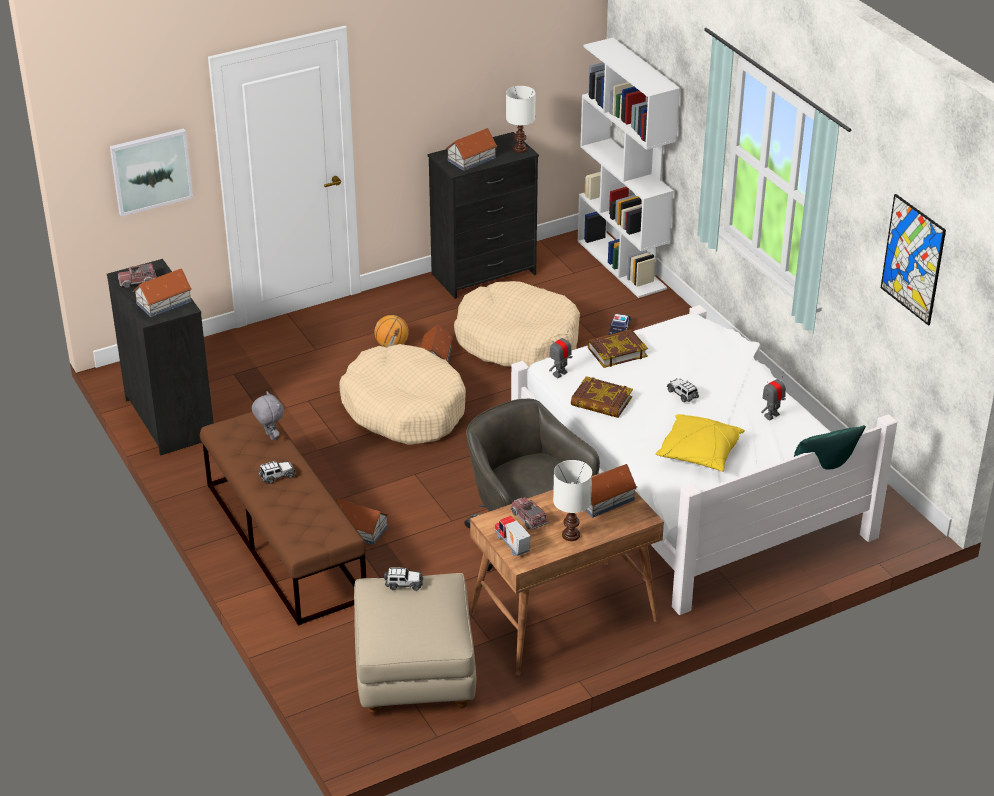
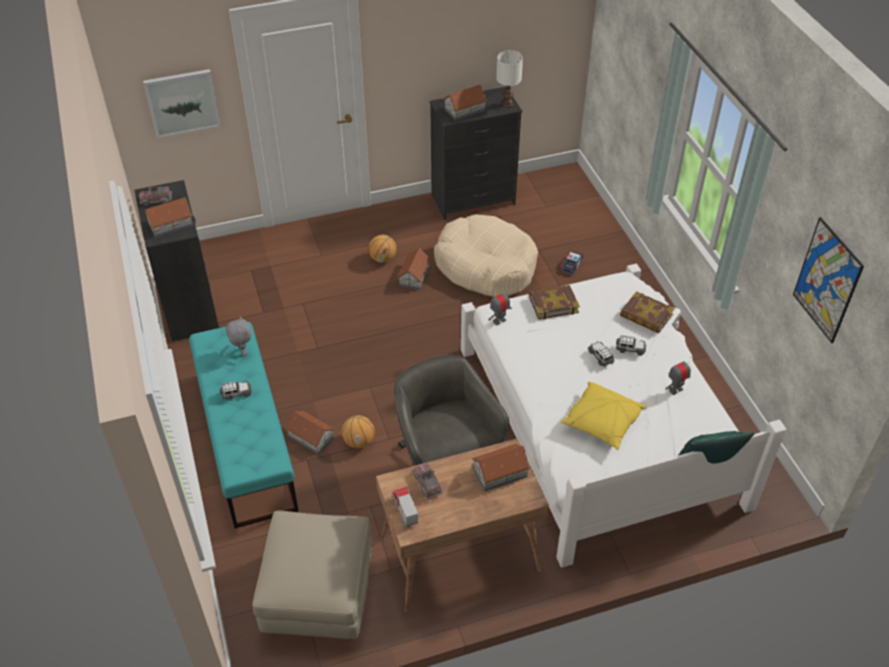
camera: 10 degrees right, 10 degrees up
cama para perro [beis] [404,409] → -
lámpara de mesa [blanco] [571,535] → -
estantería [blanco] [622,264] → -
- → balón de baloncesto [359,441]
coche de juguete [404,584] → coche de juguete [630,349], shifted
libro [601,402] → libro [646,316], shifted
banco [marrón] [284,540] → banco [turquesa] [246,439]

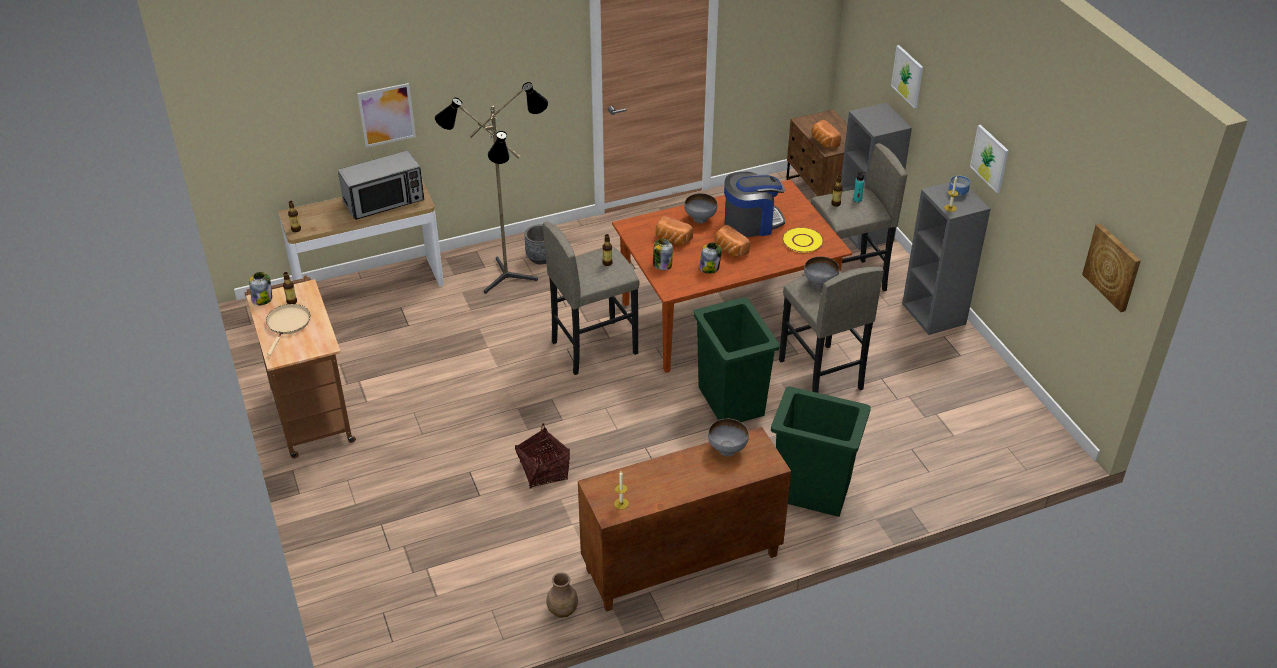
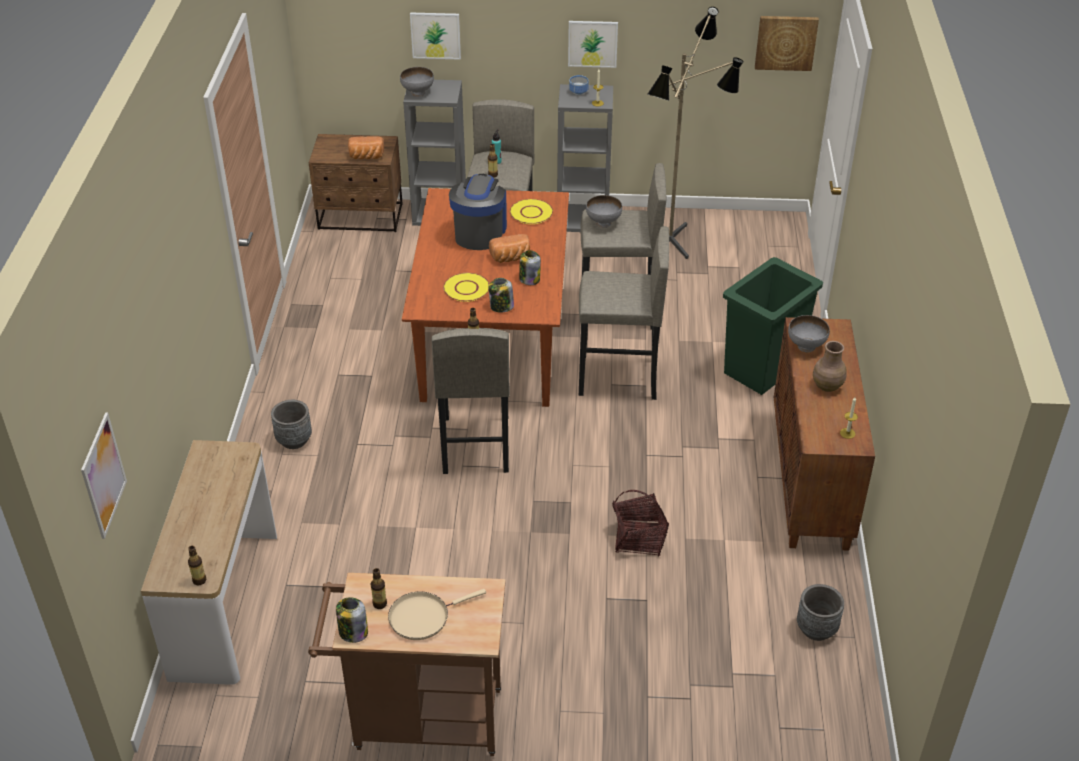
camera: 65 degrees left, 0 degrees up
microondas [384,201] → -
- → maceta [gris] [816,629]
cuadro [386,115] → cuadro [103,475], shifted
lámpara de pie [506,282] → lámpara de pie [676,243], shifted
florero [marrón] [563,610] → florero [marrón] [827,386], shifted
cuenco [gris] [700,219] → cuenco [gris] [418,93], shifted
pan [672,240] → plato [amarillo] [466,288]
papelera [verde] [730,402] → taburete [gris] [618,378]
sartén [beis] [288,324] → sartén [beis] [423,617], 60 degrees counterclockwise

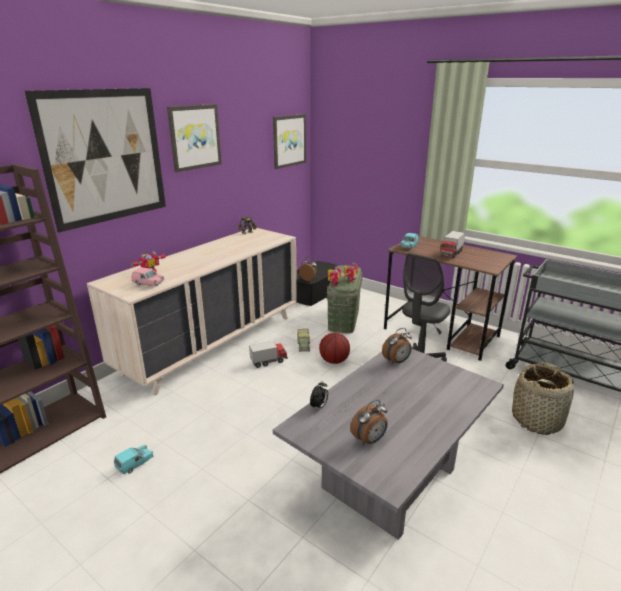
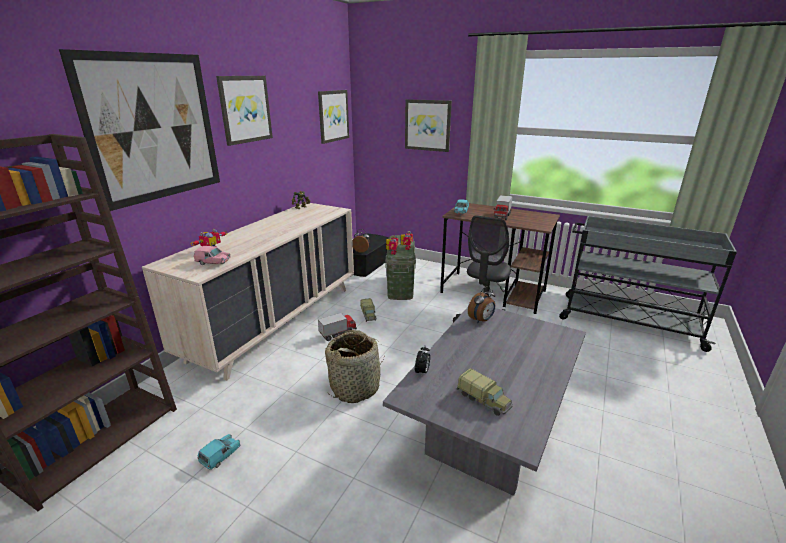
camera: 10 degrees left, 0 degrees up
balón de baloncesto [334,361] → -
- → cuadro [427,125]
cesta [537,419] → cesta [355,387], shifted
despertador [369,440] → camión de juguete [484,400]

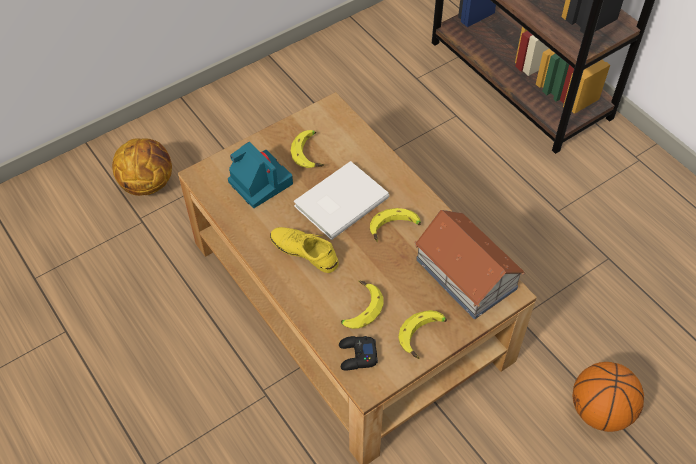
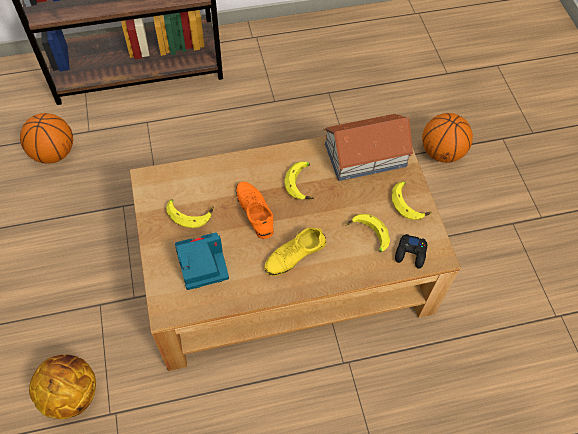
camera: 70 degrees left, 5 degrees up
- → balón de baloncesto [54,153]
libro [blanco] [339,201] → zapato [naranja] [255,211]

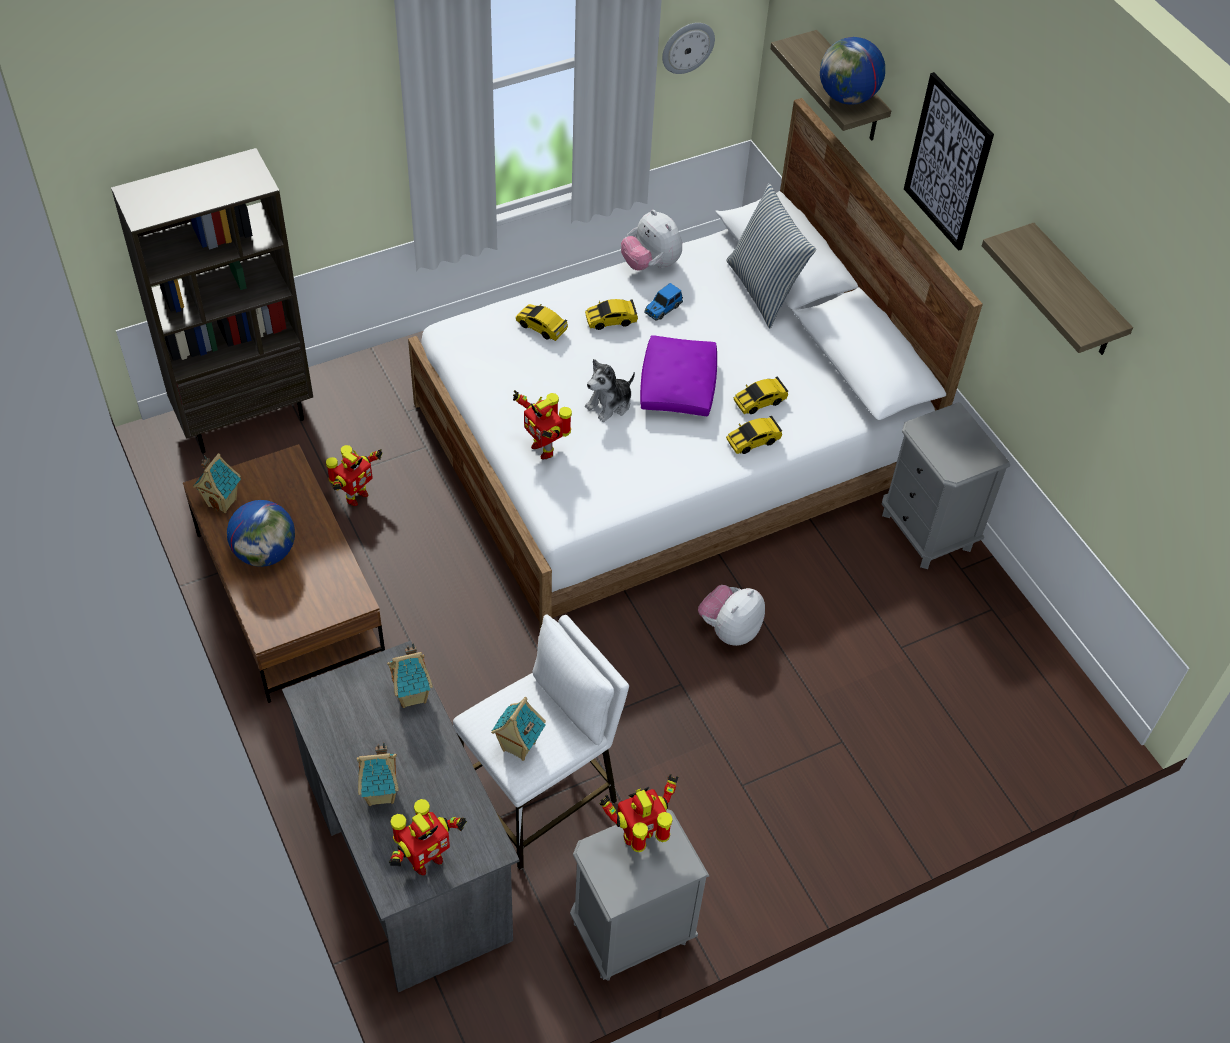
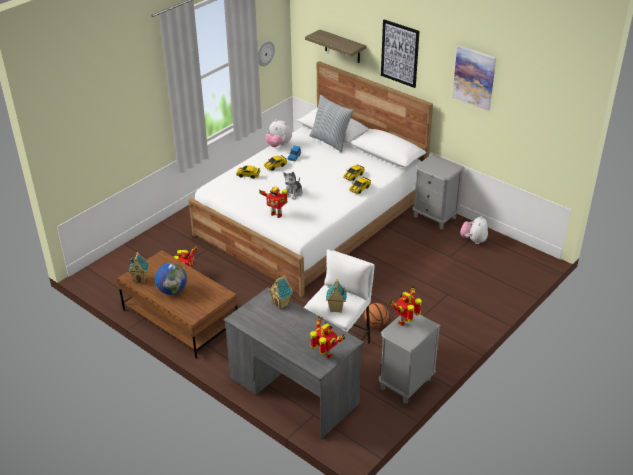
camera: 20 degrees left, 15 degrees down
estantería [marrón] [246,417] → -
casita [381,794] → -
cojín [morado] [678,387] → -
globo terráqueo [847,97] → -
- → balón de baloncesto [375,324]
peluche [729,629] → peluche [473,240], shifted
estante [1074,294] → cuadro [474,77]
robot de juguete [425,860] → robot de juguete [325,354], 75 degrees counterclockwise

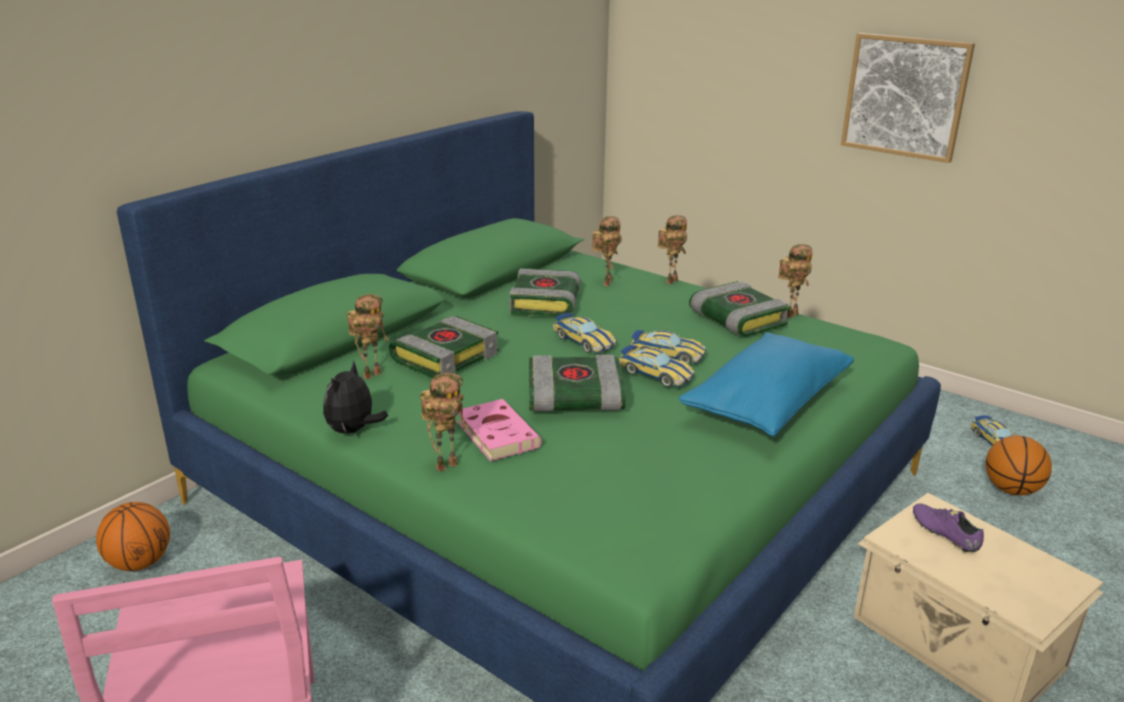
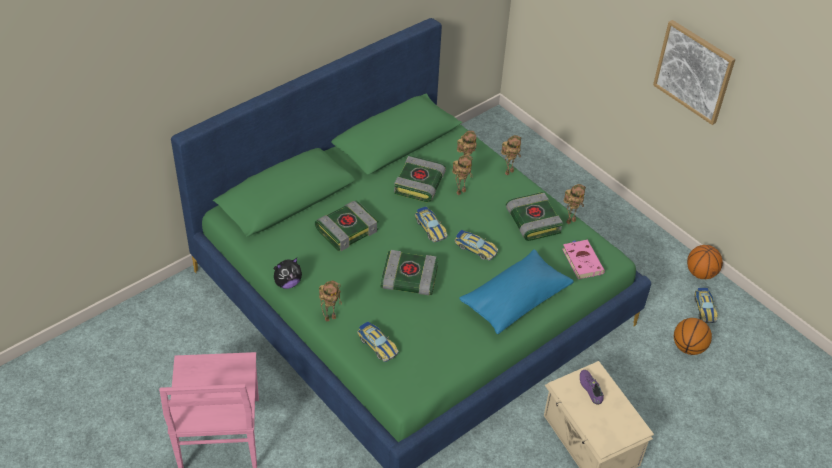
camera: 10 degrees right, 20 degrees up
balón de baloncesto [140,563] → balón de baloncesto [700,273], shifted
robot de juguete [372,374] → robot de juguete [461,191], shifted
libro [rosa] [495,433] → libro [rosa] [581,260], shifted
coche de juguete [655,373] → coche de juguete [377,345], shifted
peluche [353,431] → peluche [287,283], 150 degrees counterclockwise

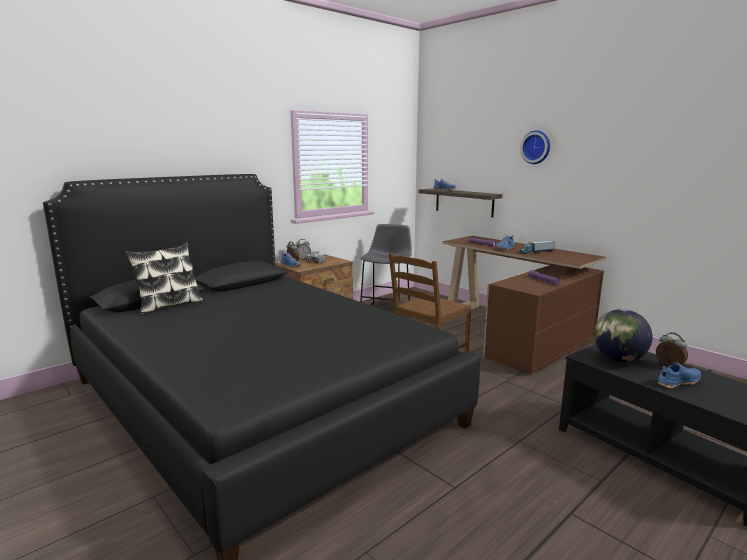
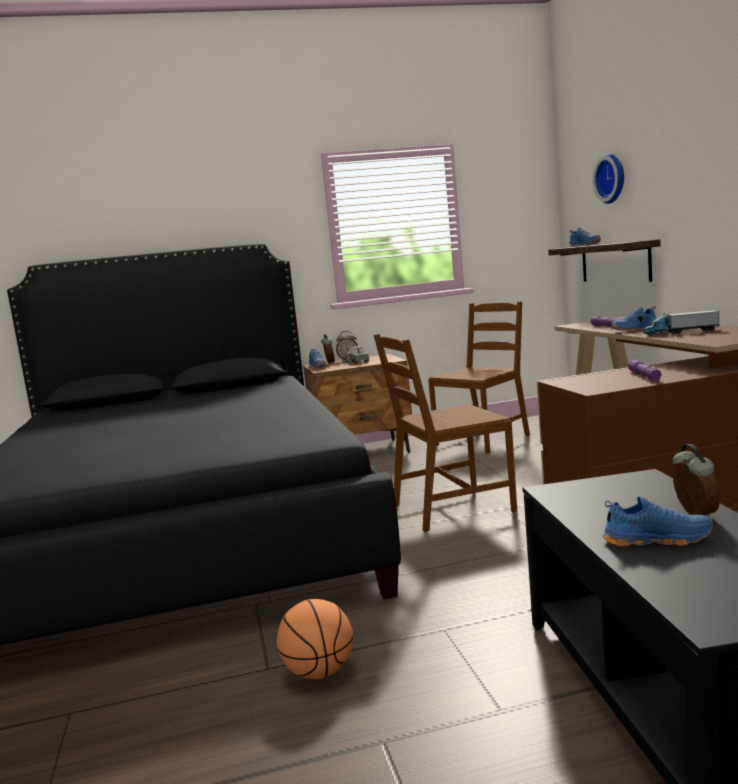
camera: 30 degrees right, 5 degrees down
cojín [168,305] → -
globo terráqueo [618,360] → -
- → balón de baloncesto [319,673]
reloj de pared [536,147] → reloj de pared [612,178], shifted
taburete [gris] [386,310] → silla [marrón] [483,440]

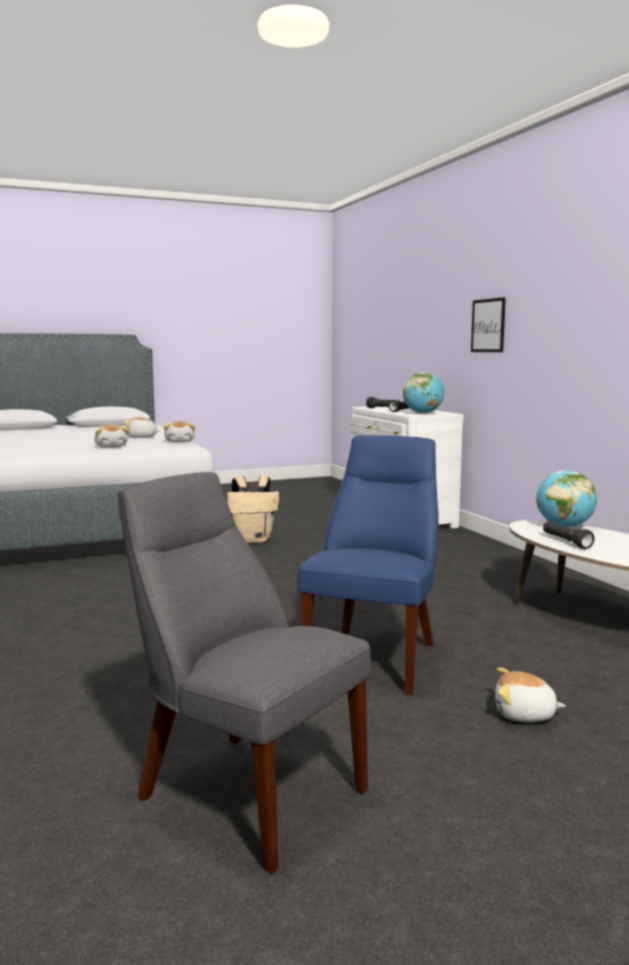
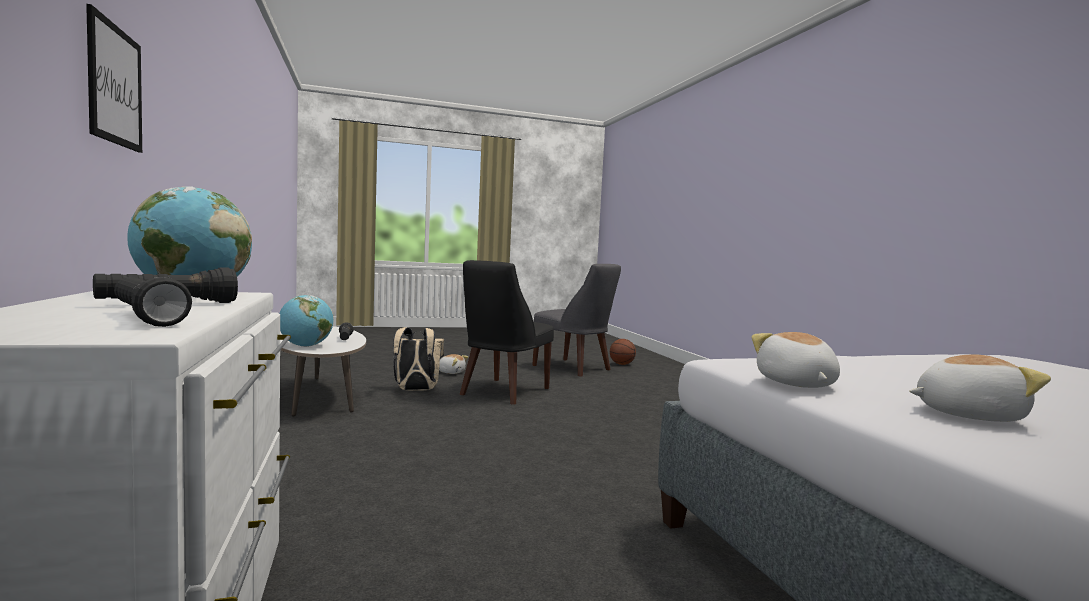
camera: 175 degrees left, 5 degrees down
peluche [111,446] → -
- → balón de baloncesto [621,364]
mochila [beis] [252,540] → mochila [beis] [416,390], shifted
silla [azul] [375,657] → silla [negro] [502,392]

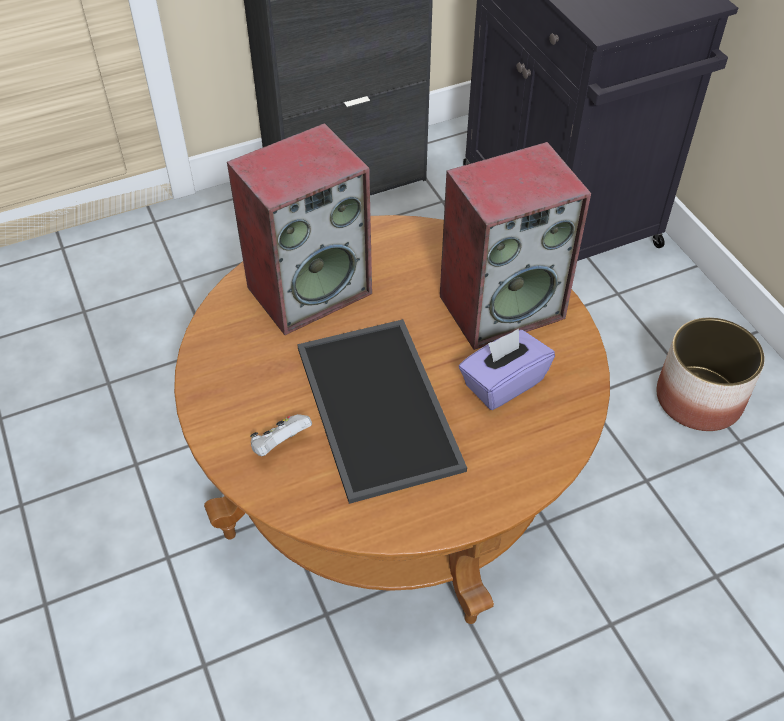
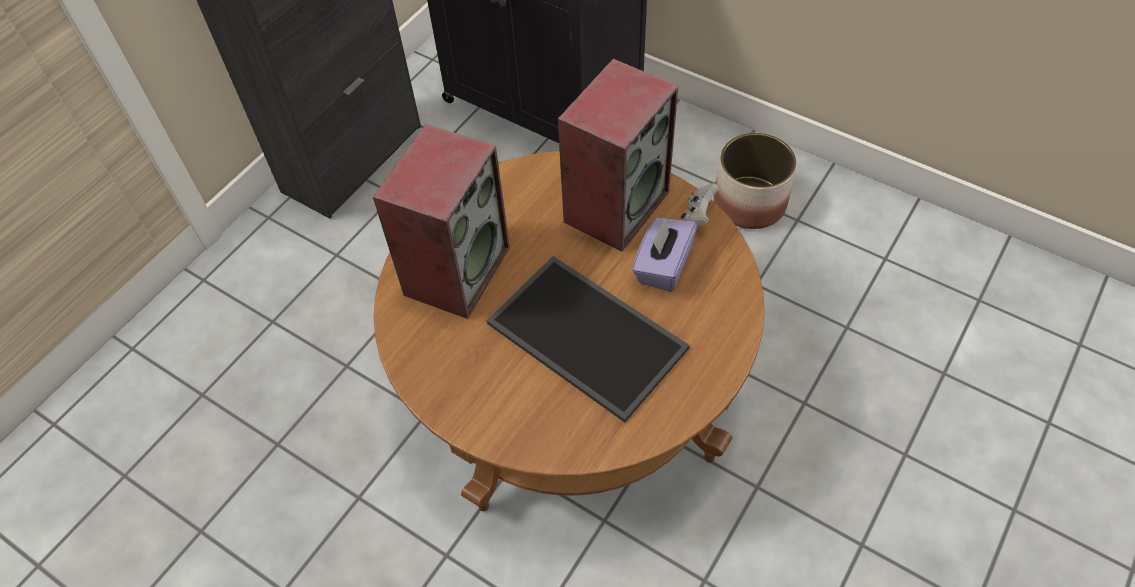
camera: 30 degrees left, 5 degrees up
mando de consola [blanco] [280,445] → mando de consola [blanco] [697,216], shifted

